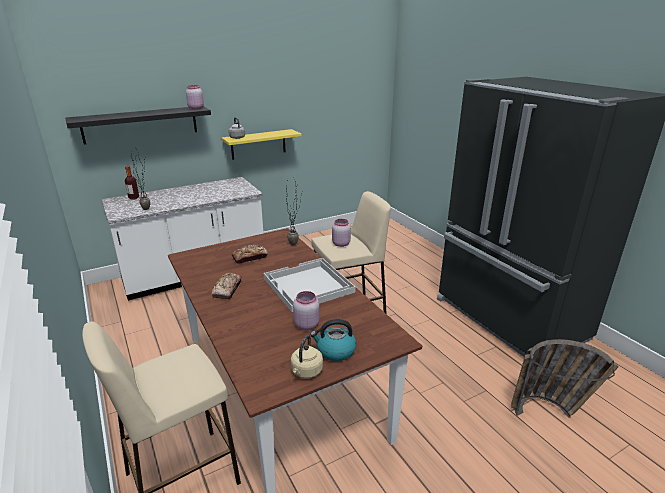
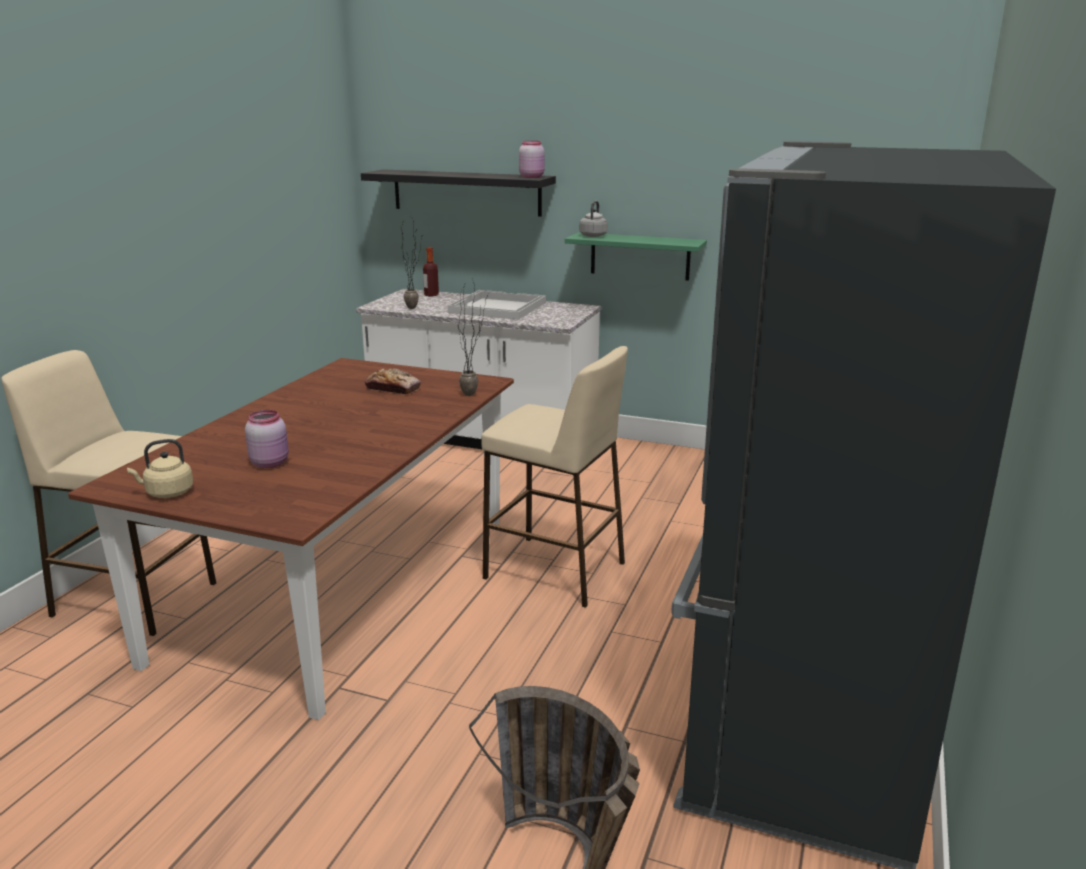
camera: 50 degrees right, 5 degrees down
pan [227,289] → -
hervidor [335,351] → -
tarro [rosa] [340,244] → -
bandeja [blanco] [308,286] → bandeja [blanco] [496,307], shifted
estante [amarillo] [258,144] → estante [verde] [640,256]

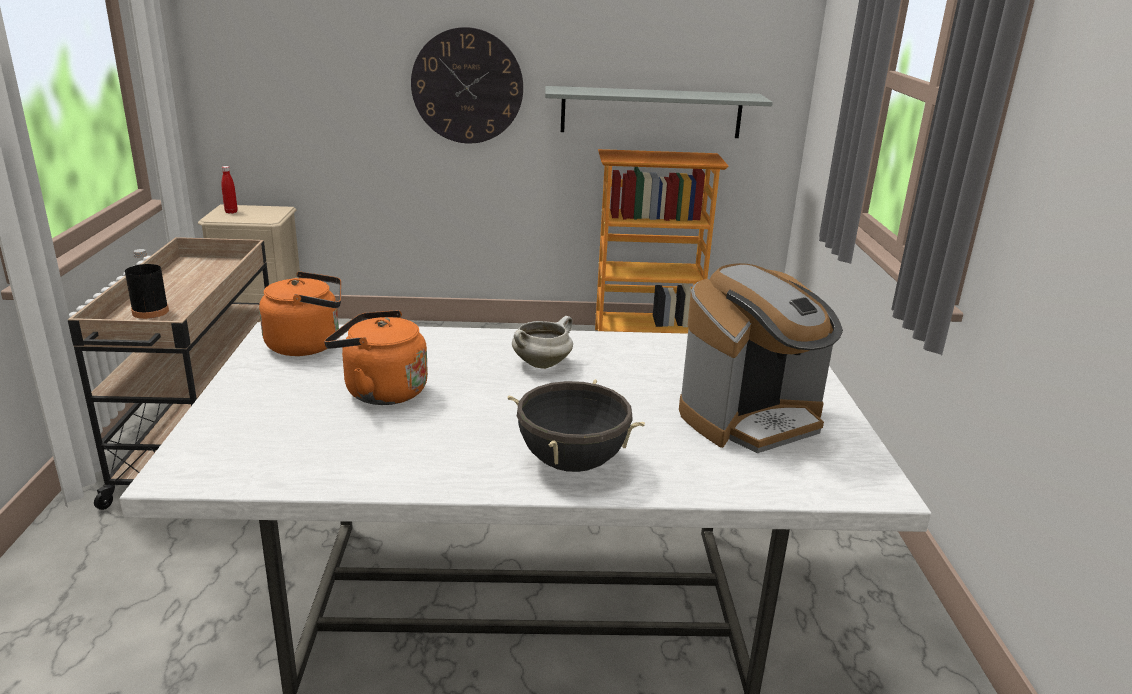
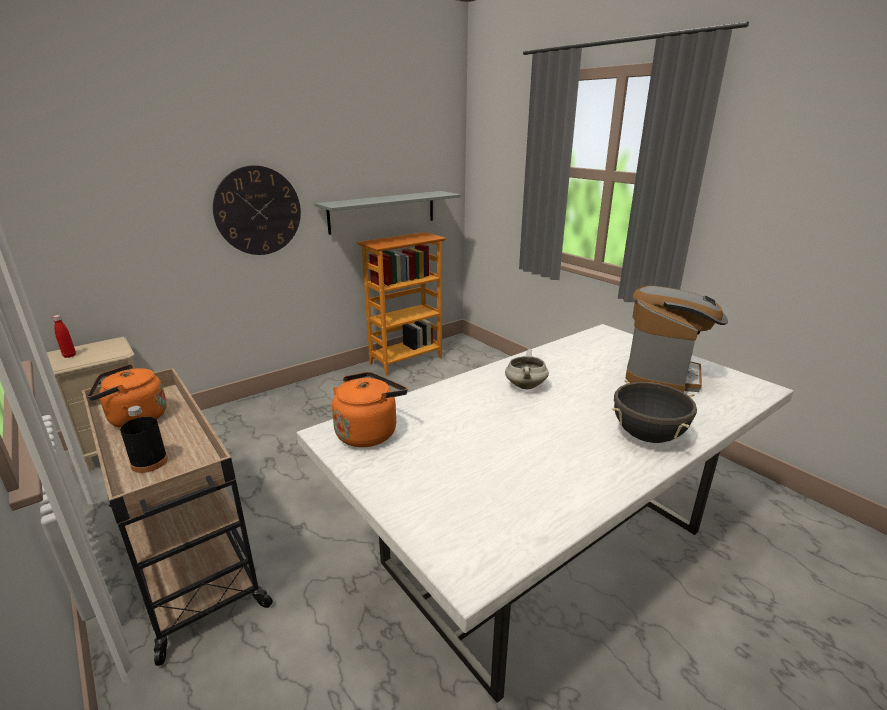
camera: 35 degrees left, 0 degrees up
hervidor [naranja] [380,391] → hervidor [naranja] [134,419], shifted

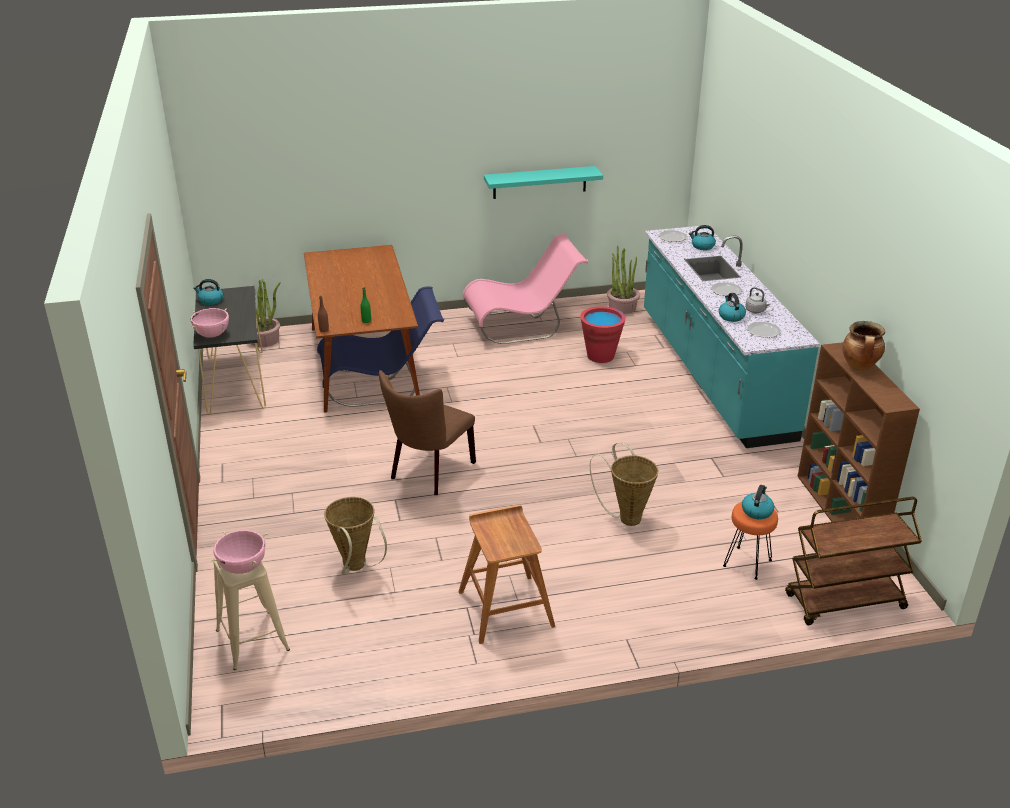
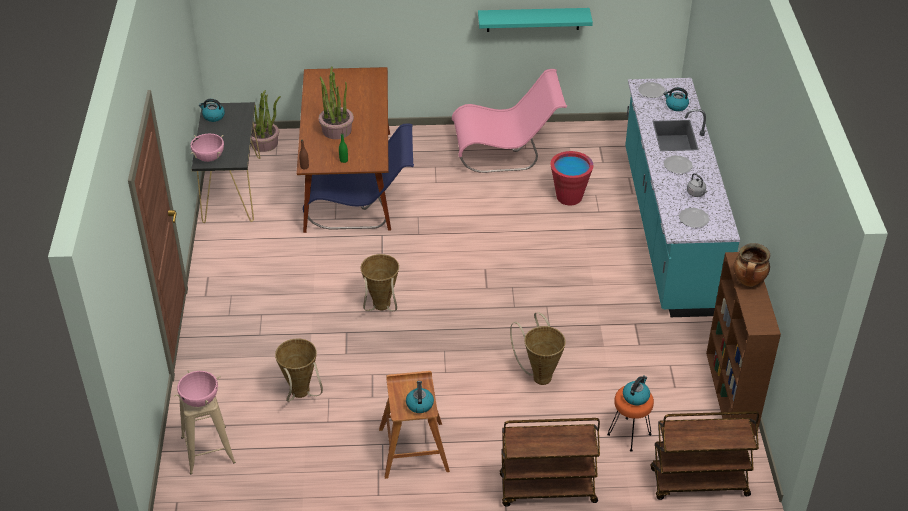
camera: 10 degrees right, 10 degrees up
- → carrito [marrón] [547,489]
planta en maceta [622,307] → planta en maceta [336,130], shifted
hervidor [731,316] → hervidor [419,404], shifted
silla [marrón] [429,472] → cesta [381,308]

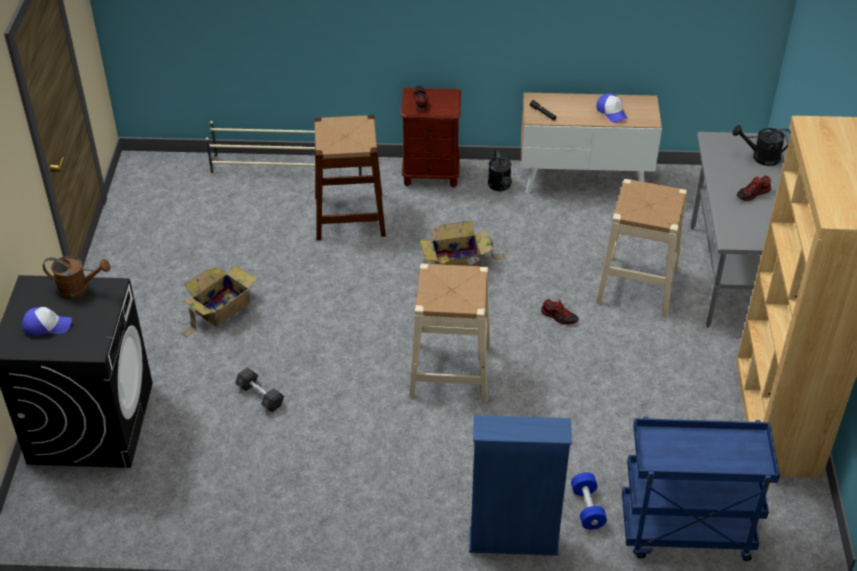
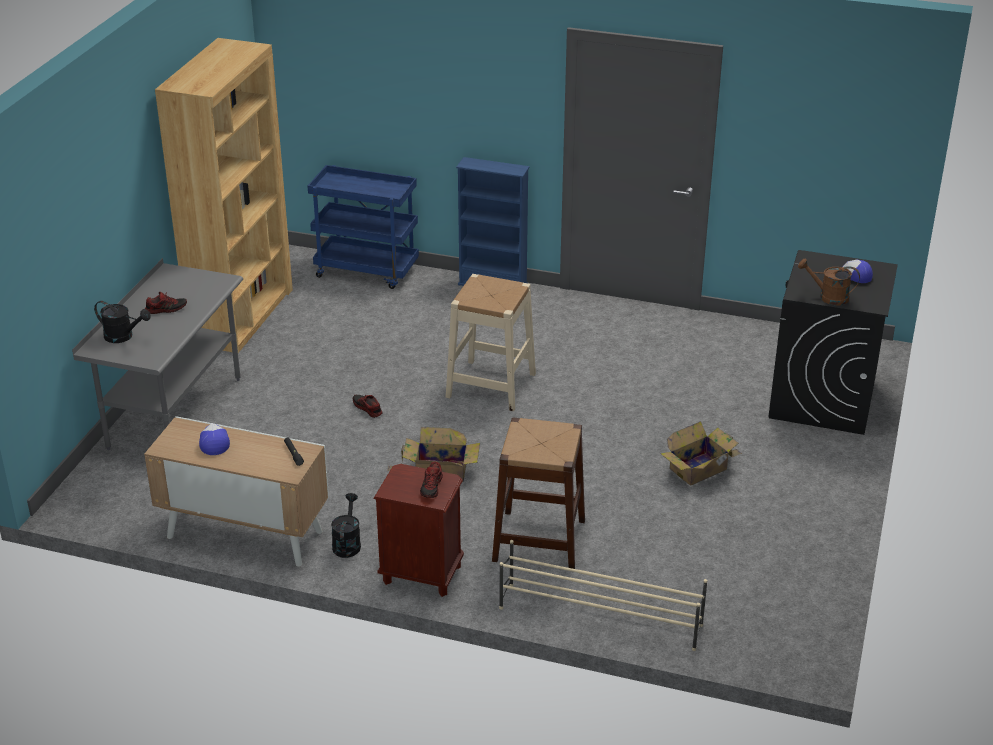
camera: 165 degrees left, 10 degrees down
mancuerna [gris] [260,396] → -
mancuerna [azul] [587,508] → -
taburete [beis] [637,286] → -

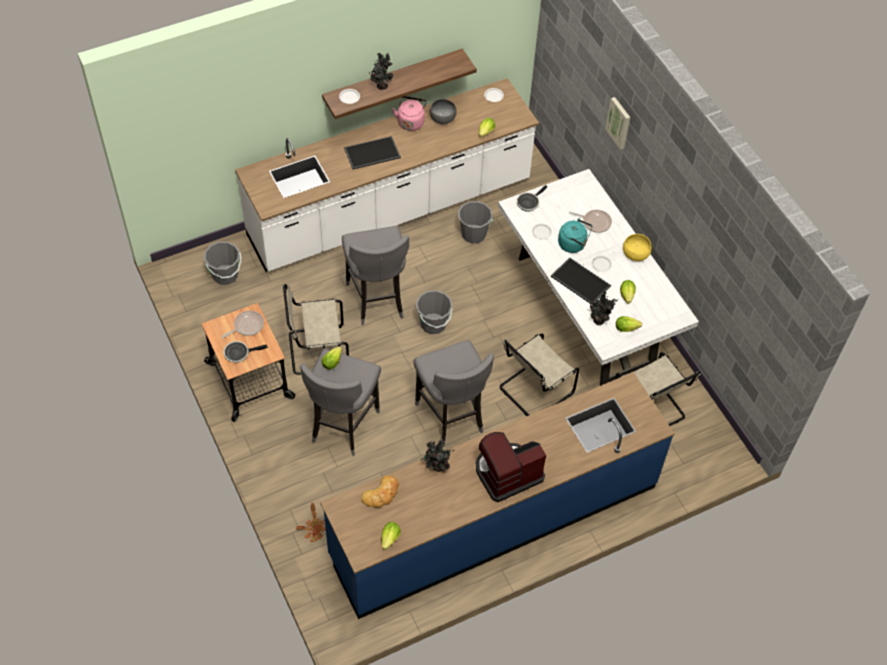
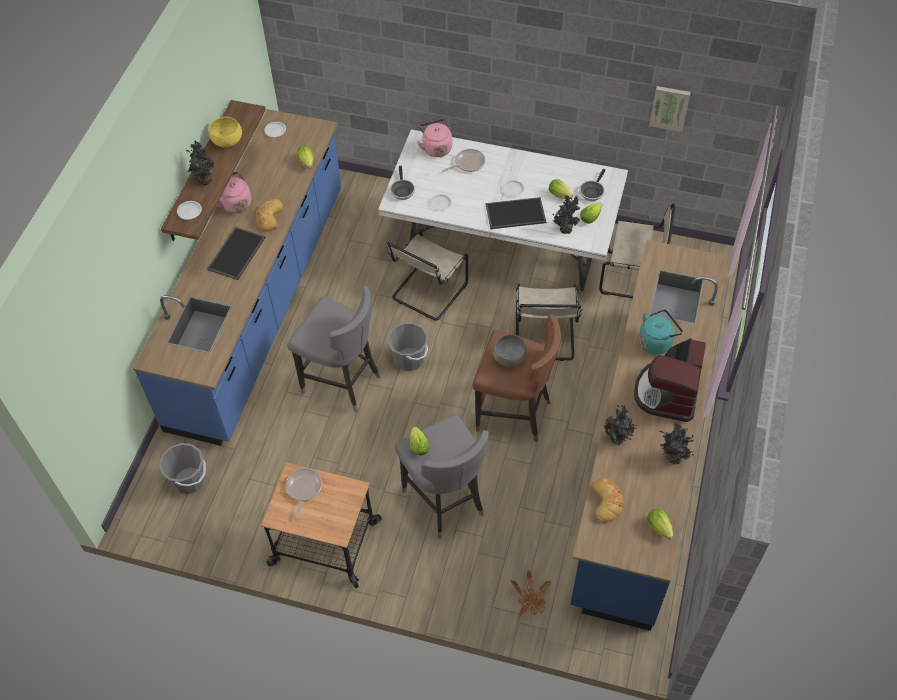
camera: 45 degrees left, 0 degrees up
cubo [gris] [473,234] → -
- → pan [269,217]
- → hervidor [rosa] [436,147]
- → planta en maceta [673,458]
sartén [239,353] → sartén [592,191], shifted
silla [beis] [315,350] → silla [beis] [427,293], shifted
cuenco [gris] [442,118] → cuenco [gris] [509,358], shifted
hervidor [turquesa] [573,244] → hervidor [turquesa] [656,341], shifted
cuadro [619,122] → cuadro [670,107], shifted
cuenco [amarillo] [635,254] → cuenco [amarillo] [227,141], shifted
mueble bajo de cocina [blanco] [390,210] → mueble bajo de cocina [azul] [260,305]
taburete [gris] [451,417] → taburete [marrón] [514,414]

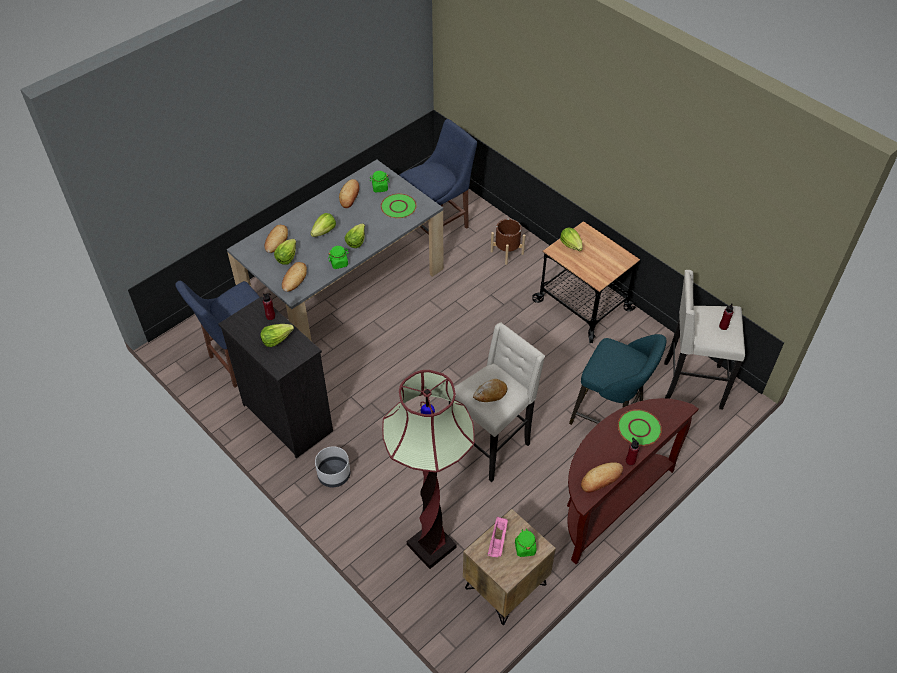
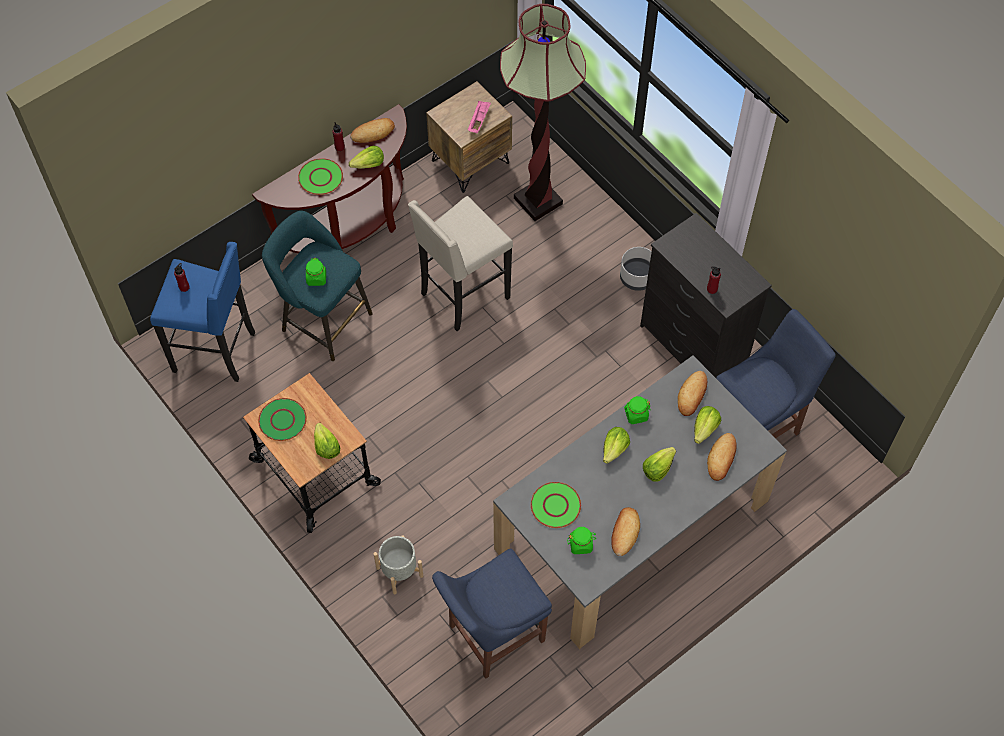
camera: 175 degrees left, 10 degrees up
pan [490,394] → -
- → plato [verde] [282,420]
lechuga [276,339] → lechuga [368,165], shifted
tarro [verde] [525,548] → tarro [verde] [316,278], shifted
maceta [marrón] [507,252] → maceta [gris] [399,572]
taburete [beis] [690,384] → taburete [azul] [217,351]

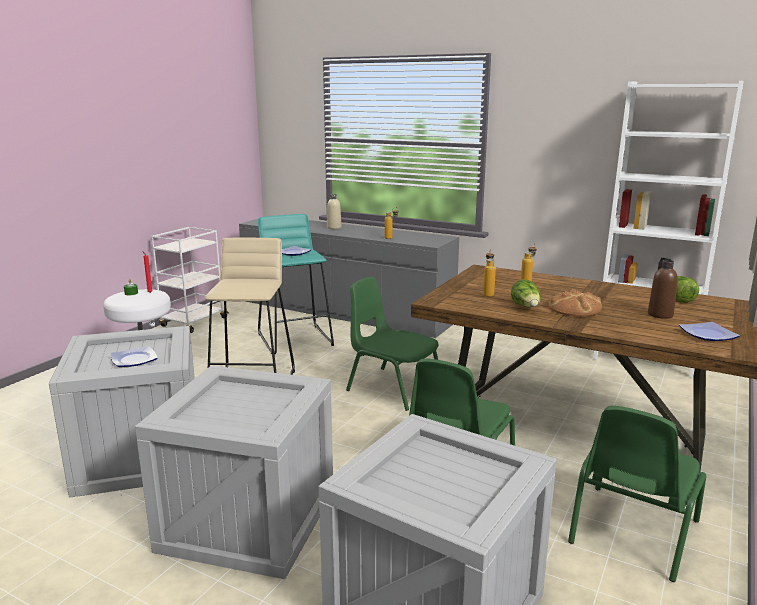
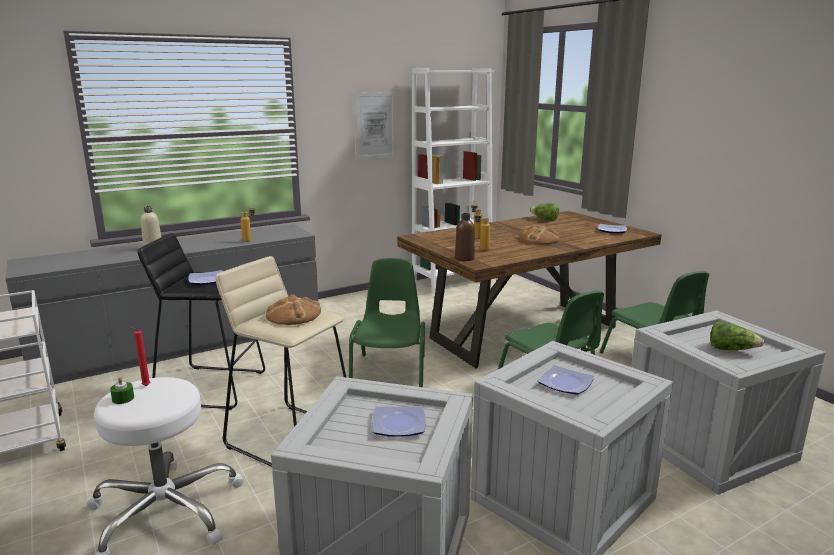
camera: 60 degrees left, 0 degrees up
- → pan [293,315]
- → cuadro [375,125]
- → plato [565,383]
lechuga [526,307] → lechuga [731,349], shifted
botella [marrón] [660,315] → botella [marrón] [464,258], shifted
taburete [turquesa] [296,339] → taburete [negro] [211,387]
silla [verde] [393,387] → silla [verde] [390,371], 120 degrees clockwise

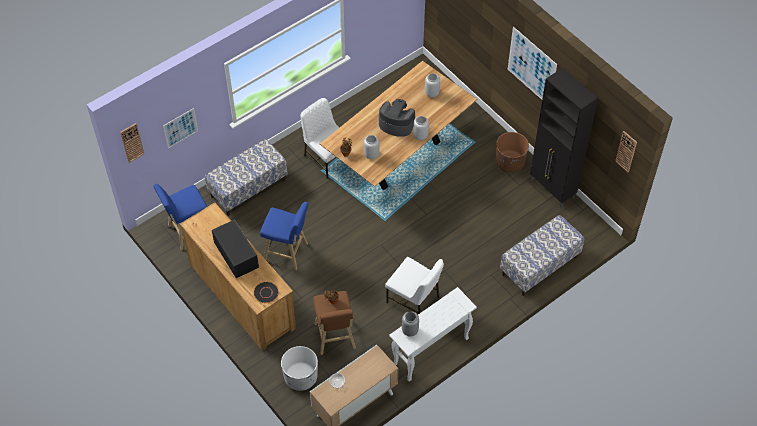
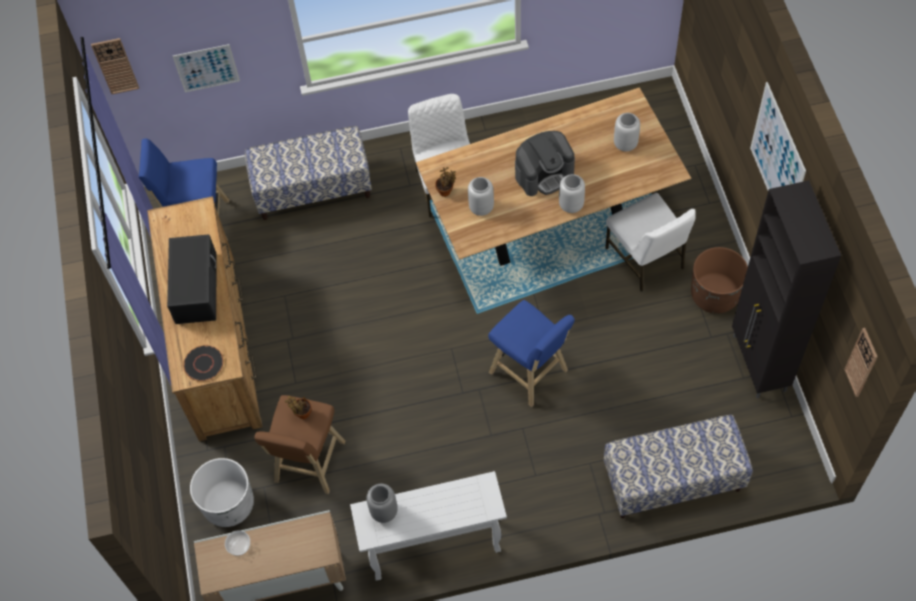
camera: 30 degrees right, 5 degrees up
taburete [azul] [287,253] → taburete [azul] [531,374], shifted
silla [blanco] [414,300] → silla [blanco] [646,259], shifted
cafetera [396,124] → cafetera [544,174], 105 degrees clockwise

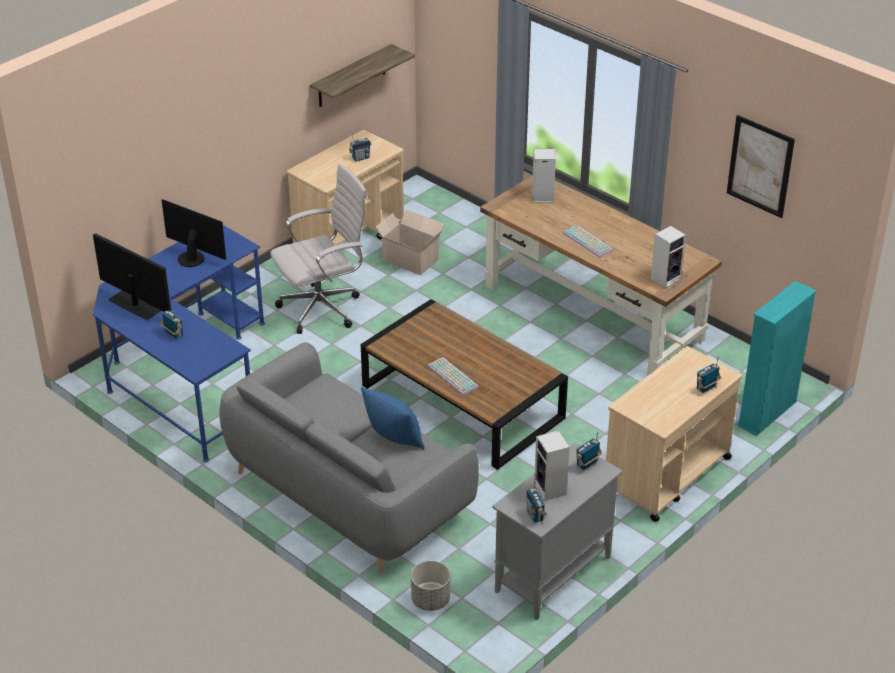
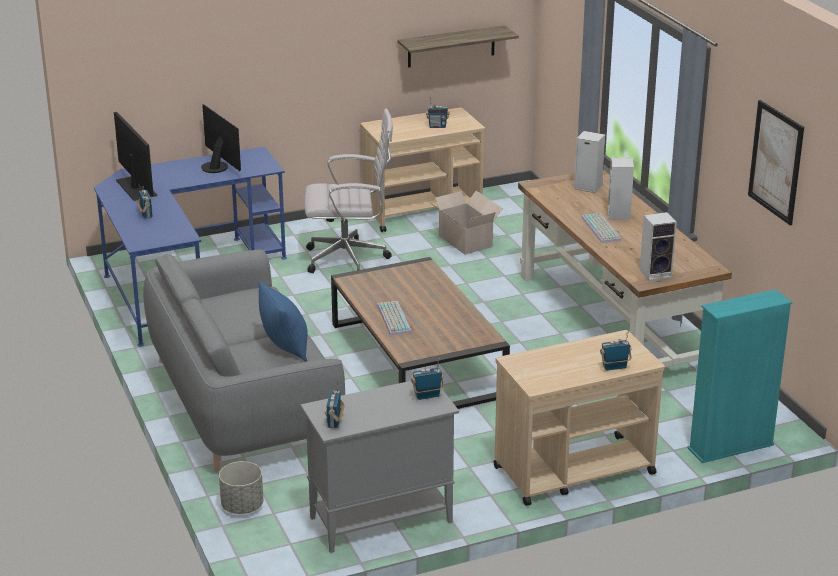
camera: 25 degrees right, 10 degrees down
altavoz [551,489] → altavoz [619,215], shifted

